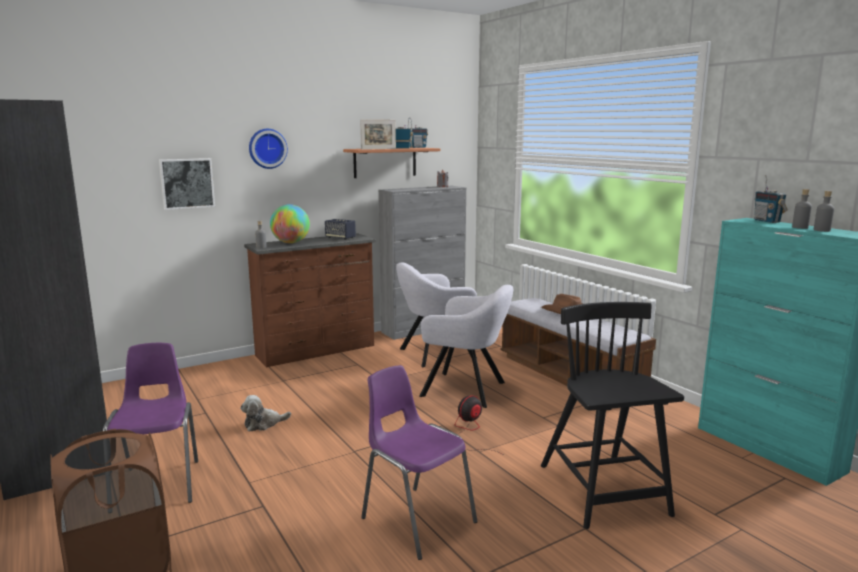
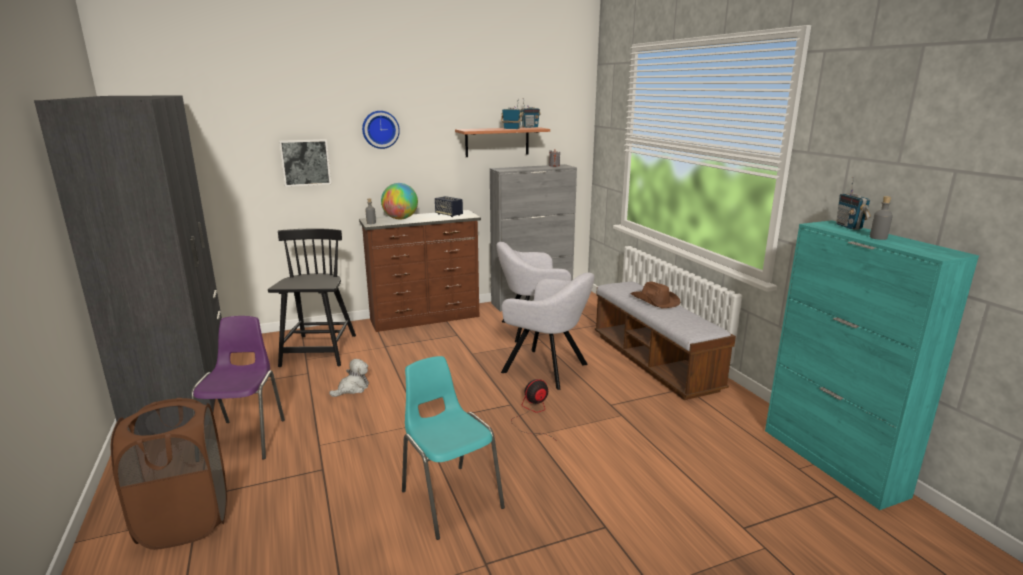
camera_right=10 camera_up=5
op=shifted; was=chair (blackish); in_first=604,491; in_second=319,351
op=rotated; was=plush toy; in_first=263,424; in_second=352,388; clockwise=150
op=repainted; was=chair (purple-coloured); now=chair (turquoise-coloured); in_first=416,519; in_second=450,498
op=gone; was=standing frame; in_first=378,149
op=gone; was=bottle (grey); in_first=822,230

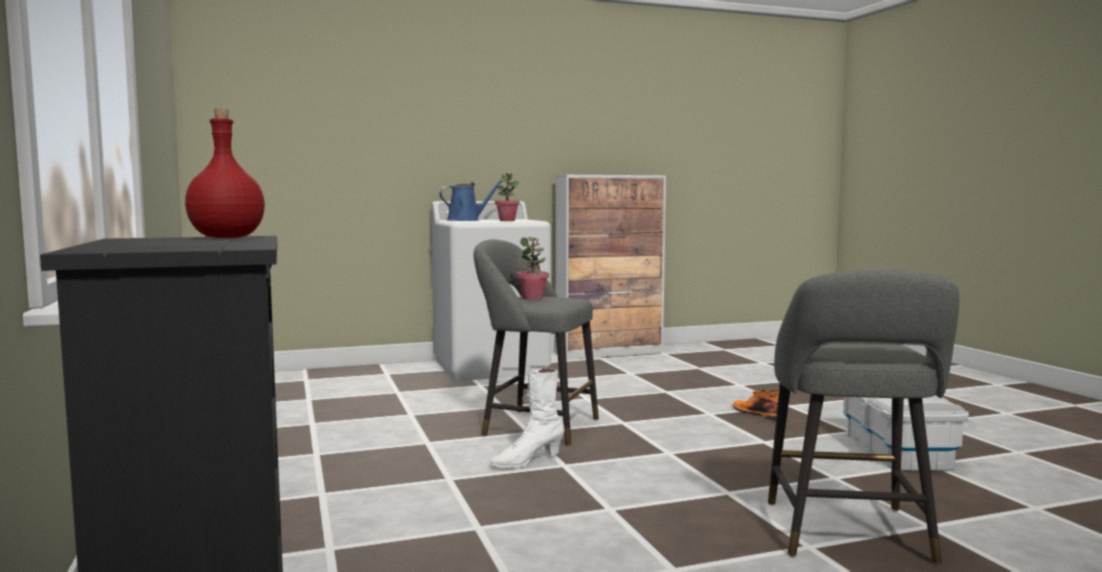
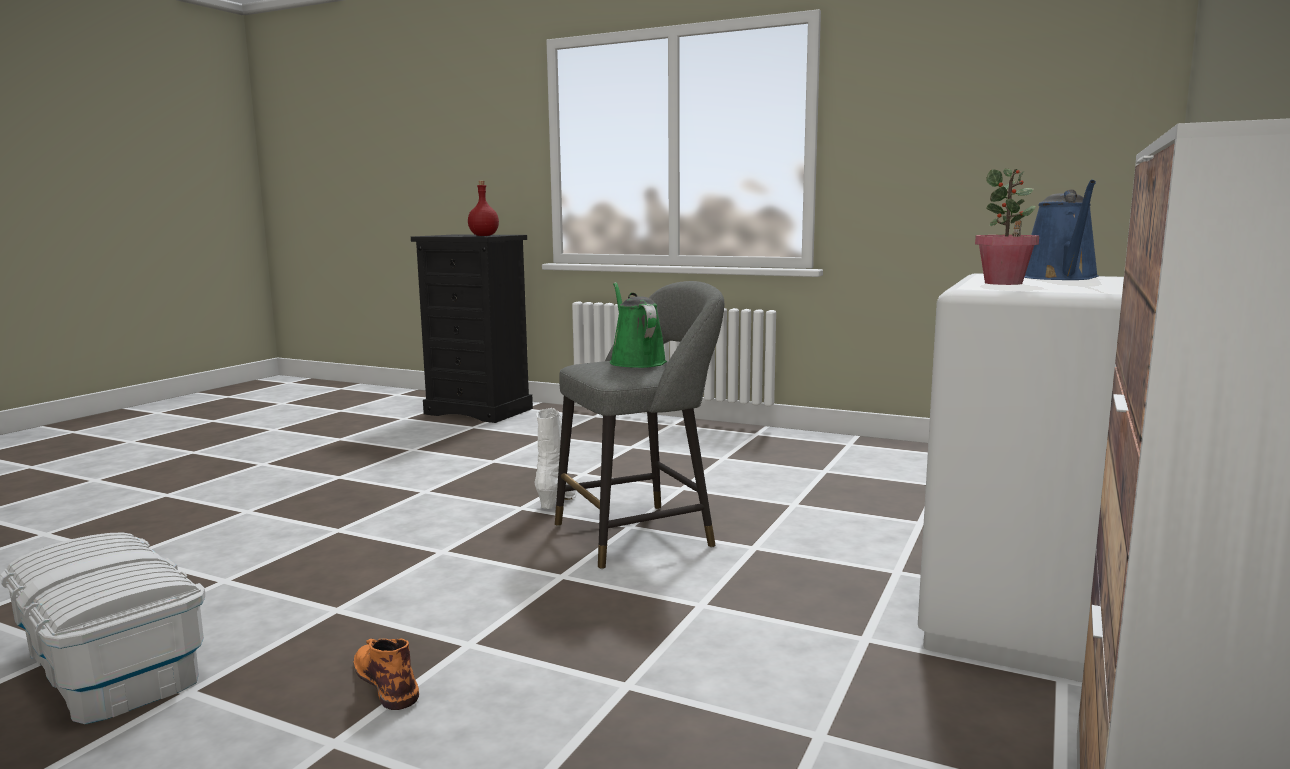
camera_right=135 camera_up=5
op=rotated; was=tall boot (orange); in_first=757,413; in_second=386,680; clockwise=-135
op=swapped; was=houseplant; now=watering pot (greenish); in_first=533,298; in_second=636,362
op=gone; was=stool seat (grey); in_first=849,536

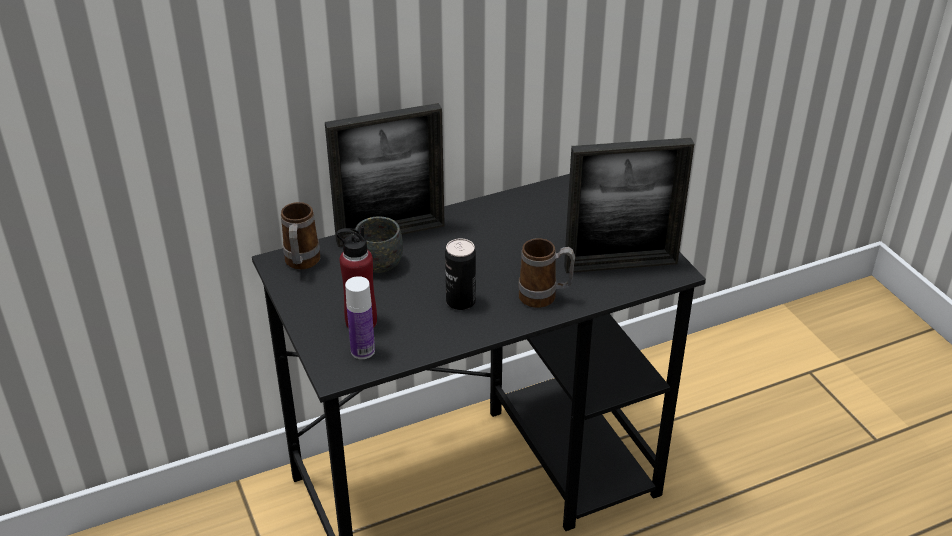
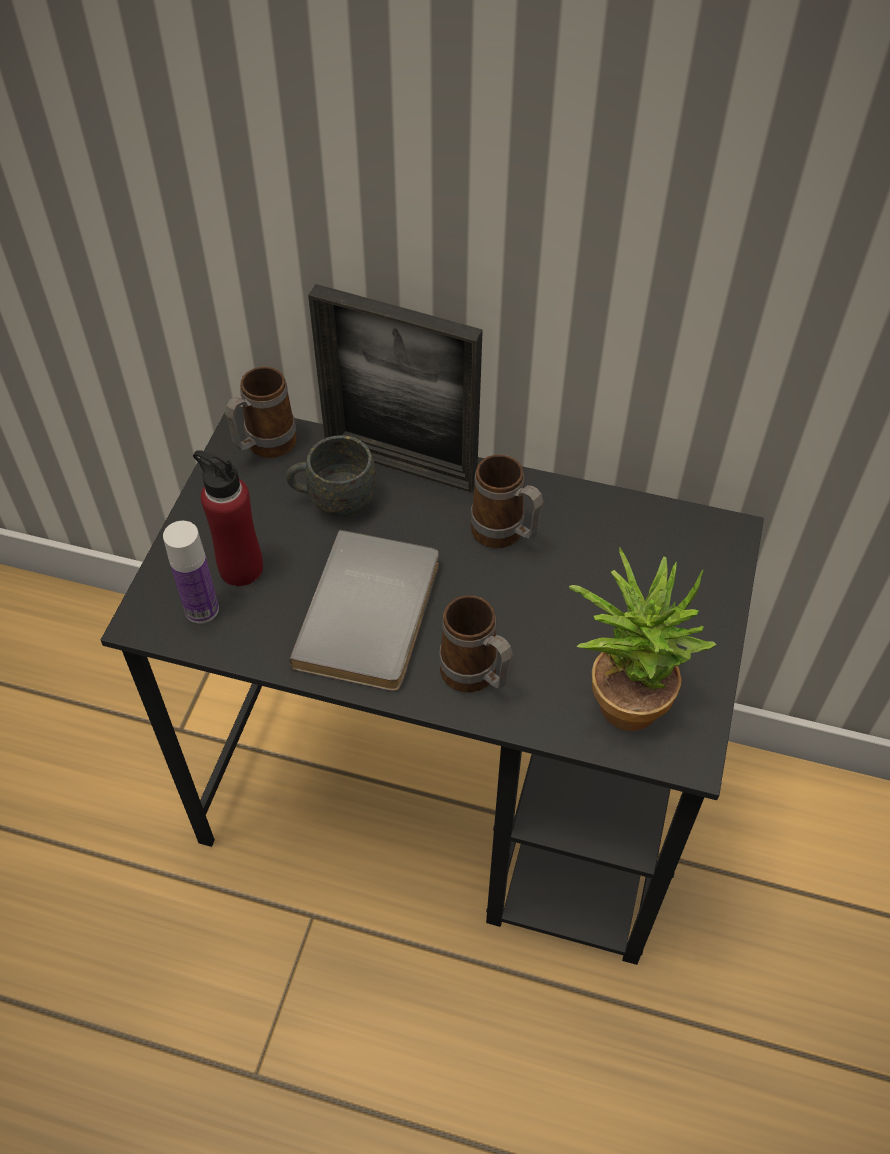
camera_right=40 camera_up=15
op=swapped; was=sealed can; now=book (grey); in_first=460,301; in_second=374,615
op=new; now=mug; in_second=505,535
op=swapped; was=standing frame; now=houseplant; in_first=620,265; in_second=625,694

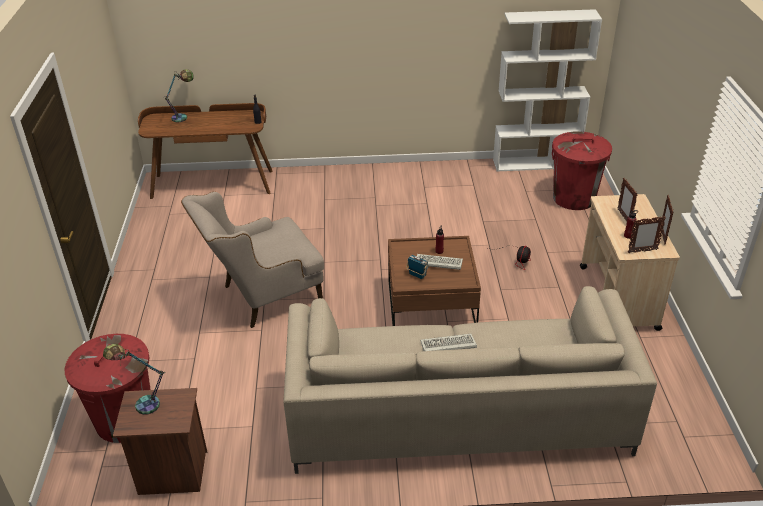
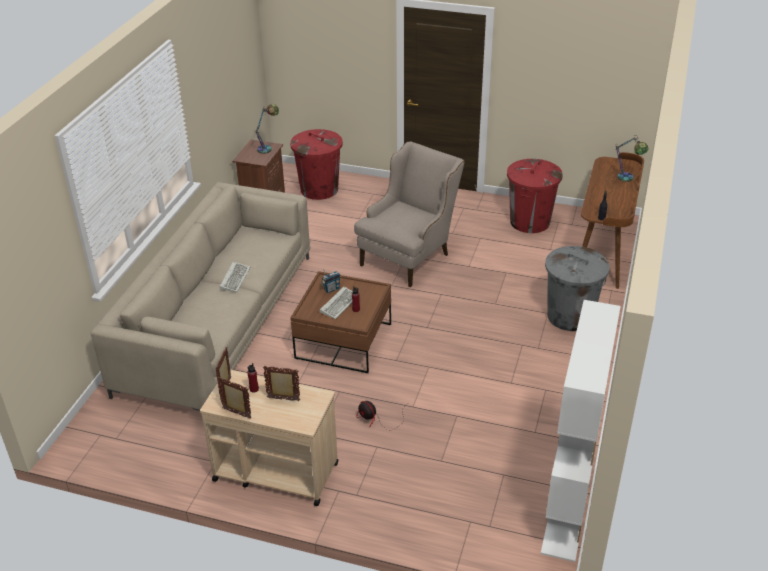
camera_right=110 camera_up=0
op=rotated; was=armchair (beige-coloured); in_first=262,297; in_second=410,255; clockwise=45
op=shifted; was=waste bin (red-coloured); in_first=574,198; in_second=529,222
op=new; now=waste bin (grey); in_second=570,316

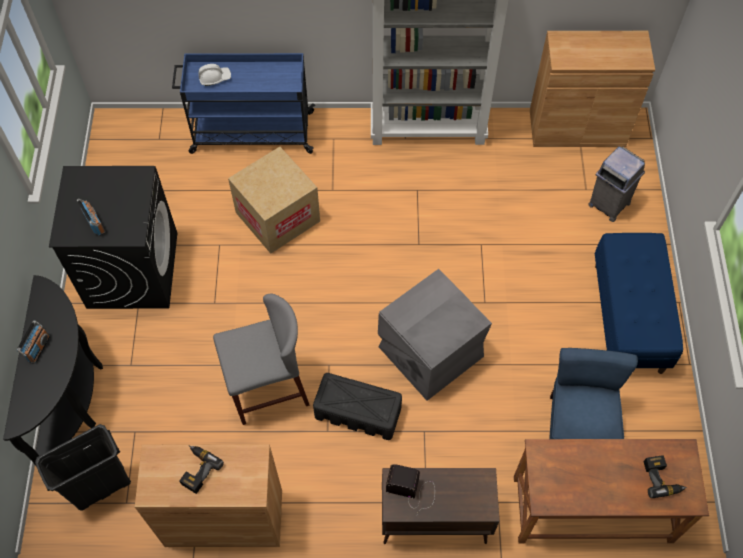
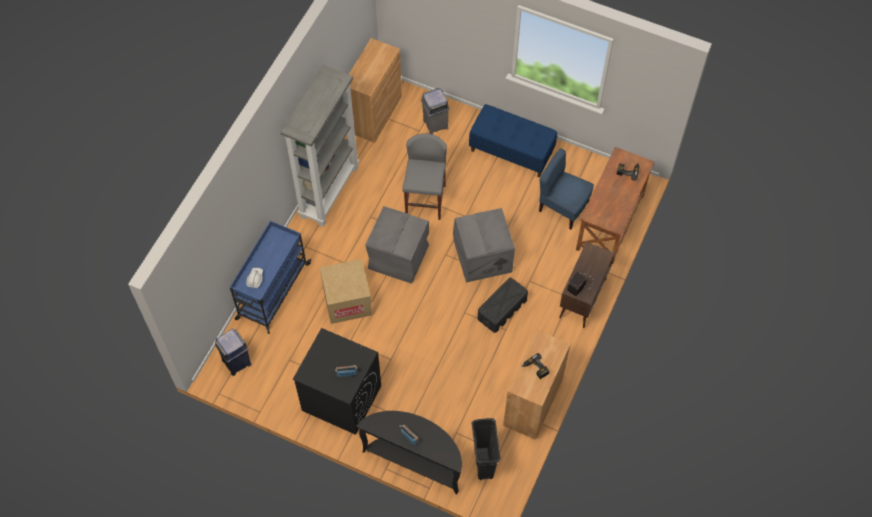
camera_right=-65 camera_up=0
op=new; now=waste bin (bluish); in_second=237,362
op=new; now=storage box (grey); in_second=399,256
op=shifted; was=stool seat (grey); in_first=268,389; in_second=425,200

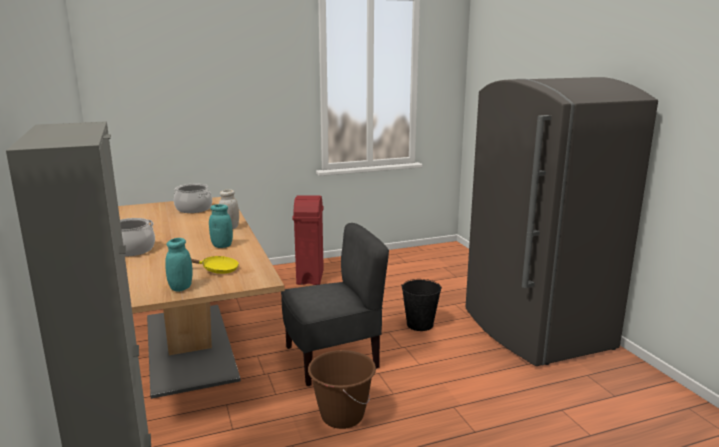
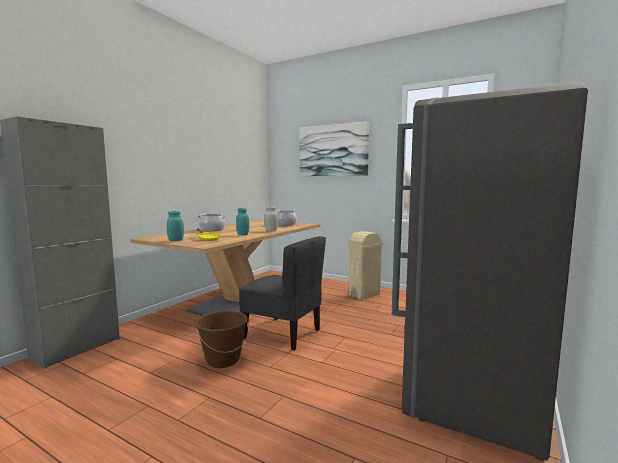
camera_right=50 camera_up=-10
op=new; now=wall picture; in_second=333,150
op=repainted; was=waste bin (red-coloured); now=waste bin (beige-coloured); in_first=310,277; in_second=364,295
op=gone; was=bucket (blackish); in_first=420,324

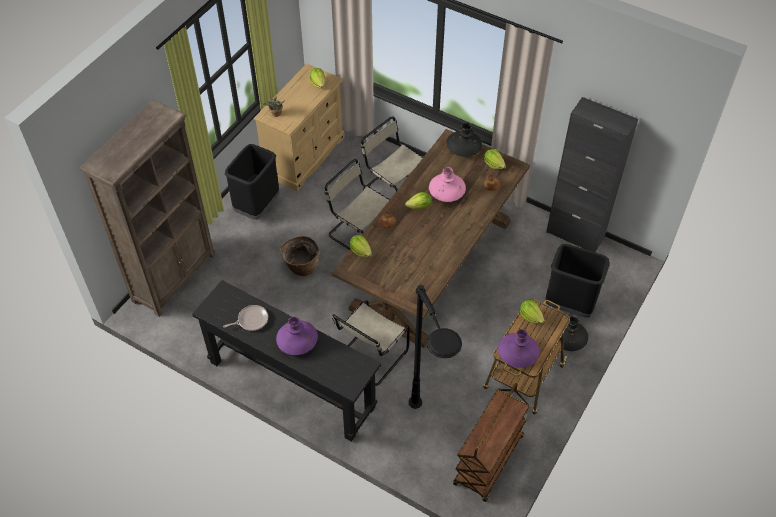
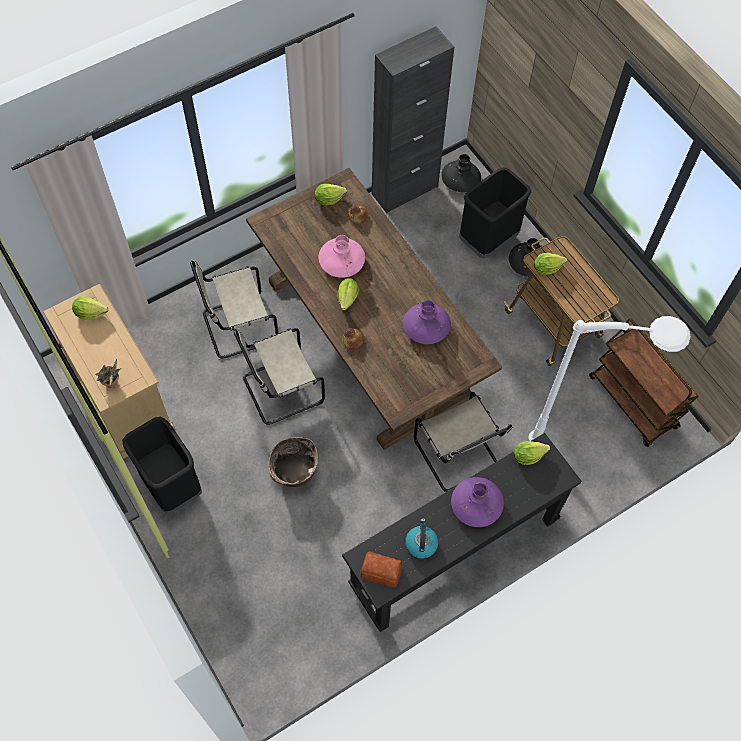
camera_right=-65 camera_up=10
op=new; now=baked bread; in_second=382,572
op=shifted; was=decorative vase (purple-coloured); in_first=517,354; in_second=426,328
op=swapped; was=frying pan; now=water kettle; in_first=251,320; in_second=421,543
op=shifted; was=decorative vase (blackish); in_first=463,148; in_second=460,181
op=shifted; was=head of lettuce; in_first=360,251; in_second=527,456
op=repainted; was=standard lamp (blackish); now=standard lamp (white); in_first=428,440; in_second=586,446
op=gone; was=shelving unit (brown); in_first=174,277

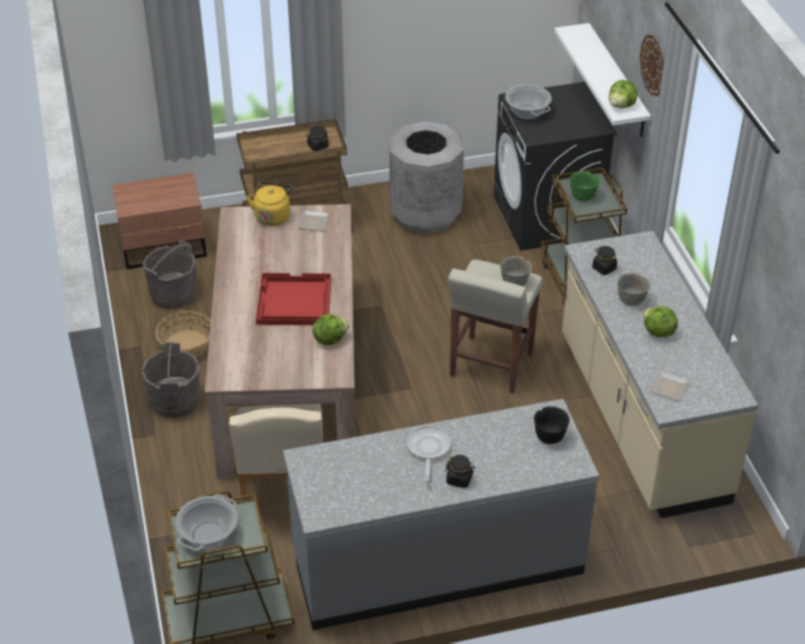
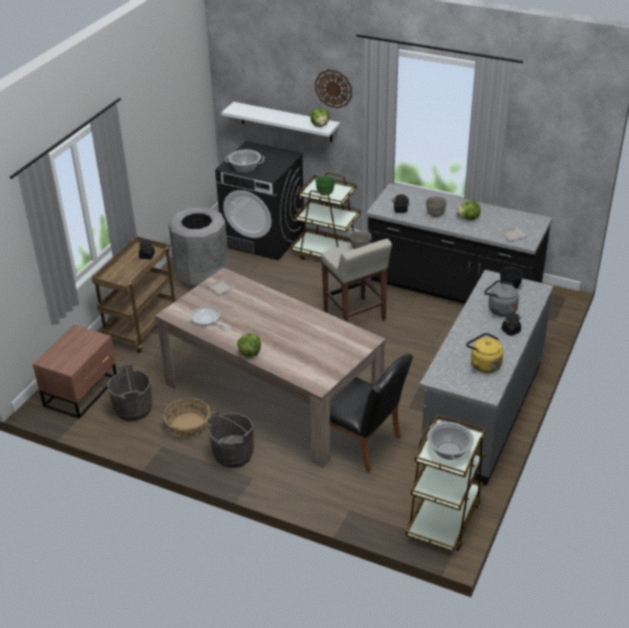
camera_right=-50 camera_up=-5
op=shifted; was=frying pan; in_first=428,449; in_second=207,320
op=shifted; was=head of lettuce; in_first=329,339; in_second=250,353
op=repainted; was=chair (beige-coloured); now=chair (blackish); in_first=283,490; in_second=363,444
op=repainted; was=kitchen counter (beige-coloured); now=kitchen counter (blackish); in_first=640,419; in_second=452,289
op=shifted; was=water kettle (yellowish); in_first=272,216; in_second=483,364
op=new; now=water kettle (grey); in_second=500,309
op=gone; was=tray (red-coloured); in_first=293,301

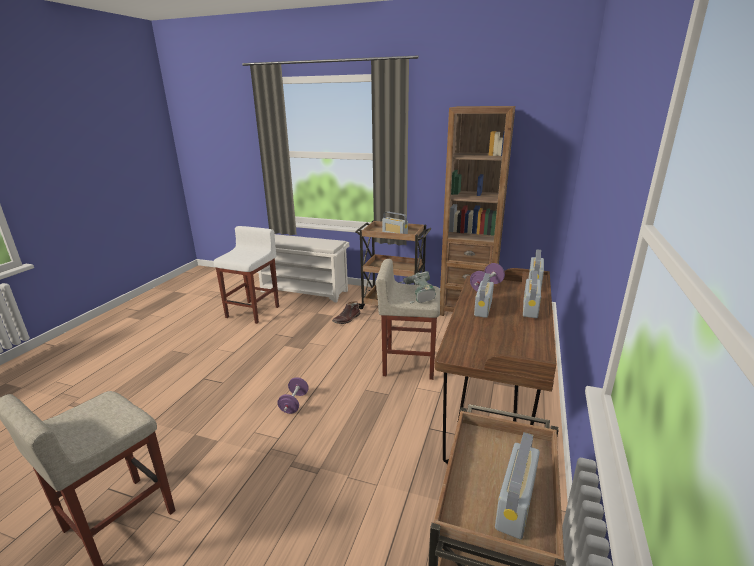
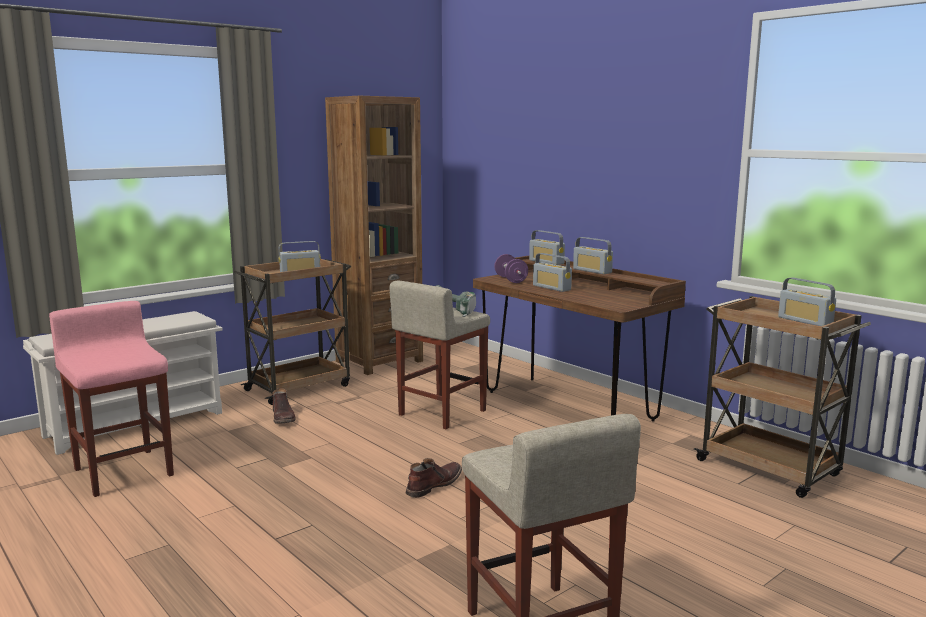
camera_right=-60 camera_up=-10
op=repainted; was=stool seat (white); now=stool seat (pink); in_first=253,311; in_second=123,471
op=swapped; was=free weight (purple-coloured); now=tall boot (brown); in_first=294,403; in_second=433,485

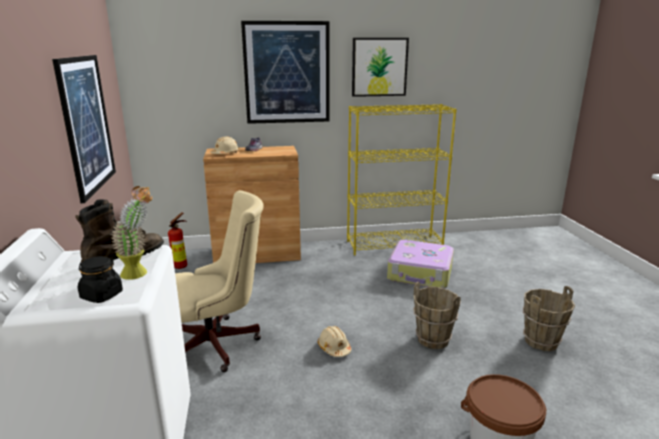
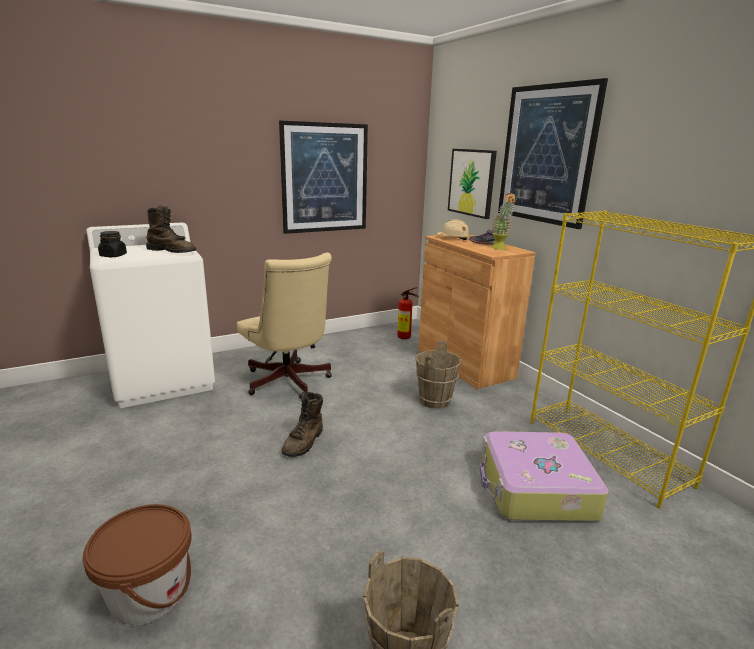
camera_right=70 camera_up=0
op=swapped; was=safety helmet (beige-coloured); now=tall boot (brown); in_first=334,348; in_second=304,442
op=shifted; was=bucket (brown); in_first=433,339; in_second=435,401
op=shifted; was=wall picture; in_first=379,67; in_second=472,182
op=shifted; was=houseplant; in_first=140,274; in_second=500,249

